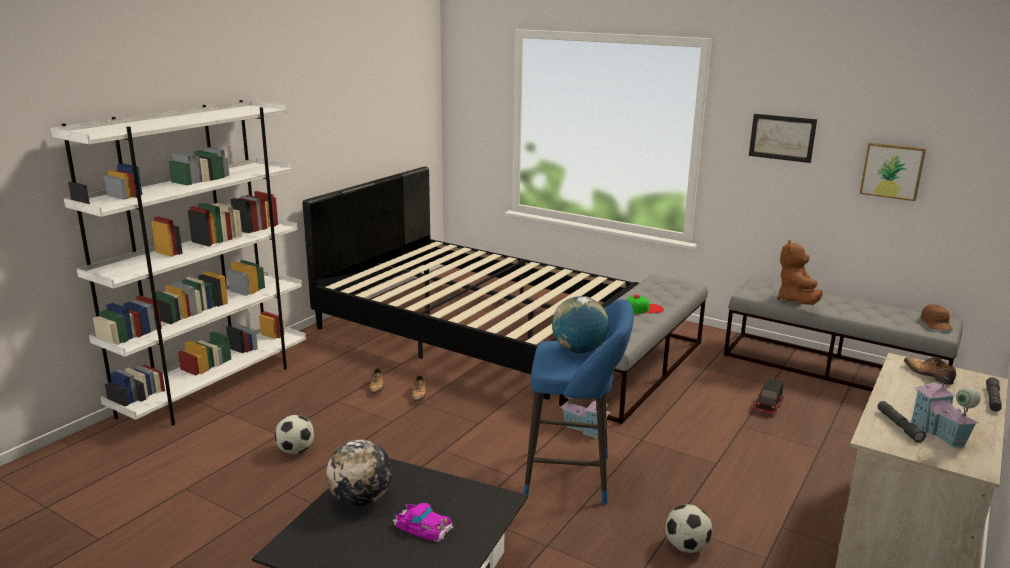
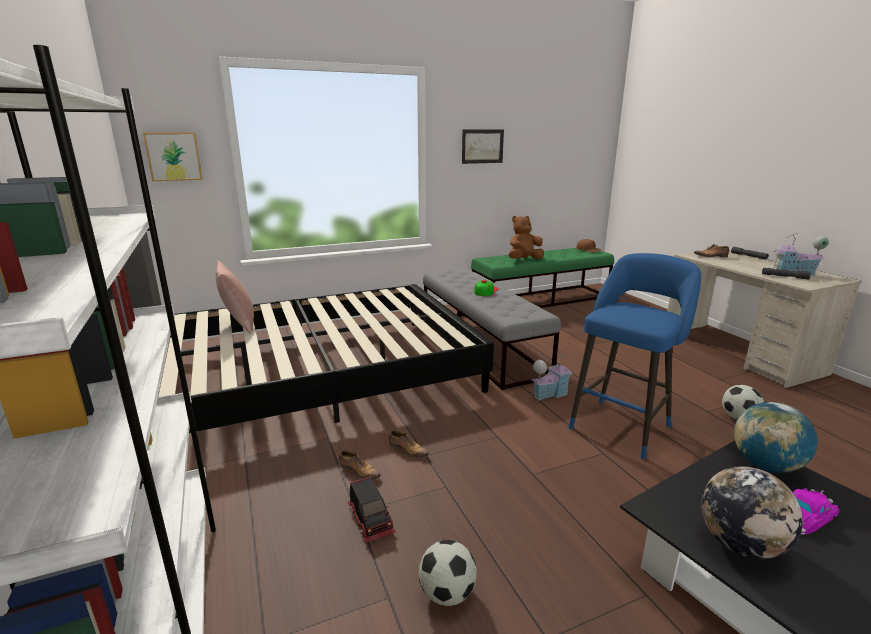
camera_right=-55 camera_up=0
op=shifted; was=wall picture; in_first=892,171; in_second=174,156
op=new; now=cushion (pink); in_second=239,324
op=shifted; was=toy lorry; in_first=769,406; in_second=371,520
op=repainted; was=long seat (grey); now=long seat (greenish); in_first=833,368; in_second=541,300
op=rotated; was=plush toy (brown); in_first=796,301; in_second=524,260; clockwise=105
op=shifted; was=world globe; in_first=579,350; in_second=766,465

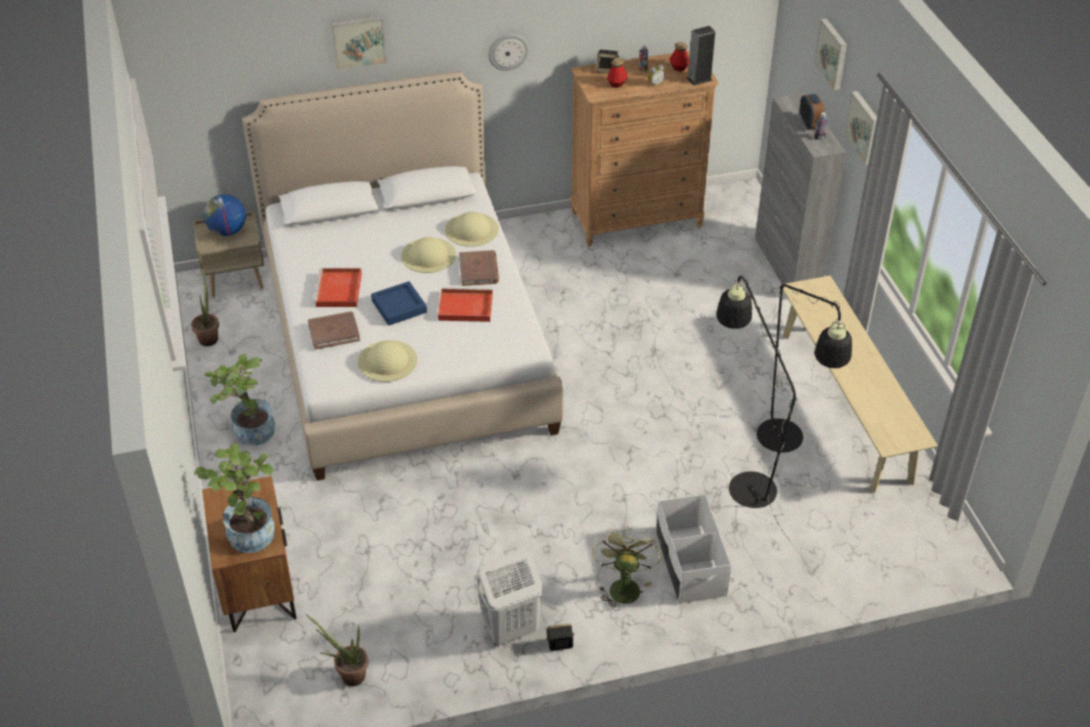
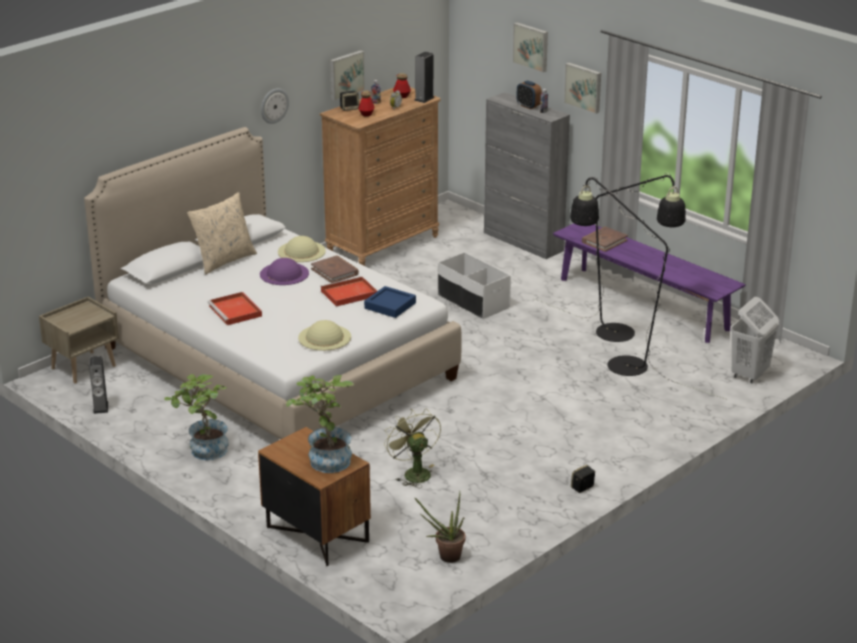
camera_right=-30 camera_up=-15
op=swapped; was=houseplant; now=loudspeaker; in_first=209,337; in_second=100,407
op=new; now=cushion (beige-coloured); in_second=224,260
op=repainted; was=clothing hat (beige-coloured); now=clothing hat (purple-coloured); in_first=428,255; in_second=284,273
op=shifted; was=wall picture; in_first=358,41; in_second=345,74
op=shifted; was=tray (bluish); in_first=399,307; in_second=390,306
op=shifted; was=fan (greenish); in_first=623,585; in_second=413,473
op=shifted; was=storage box (white); in_first=689,564; in_second=473,301
op=repainted; was=long seat (beige-coloured); now=long seat (purple-coloured); in_first=845,406; in_second=643,304
op=shifted; was=book (brown); in_first=334,332; in_second=604,241
op=shifted; was=hamper (white); in_first=509,630; in_second=749,374
op=gone; was=world globe; in_first=227,231

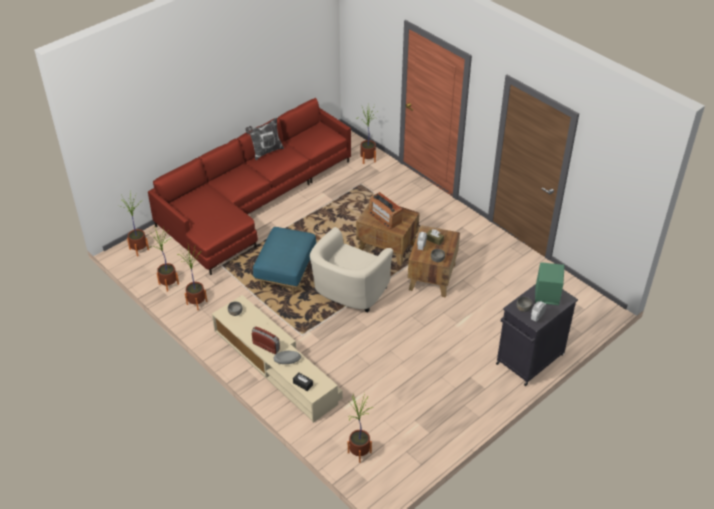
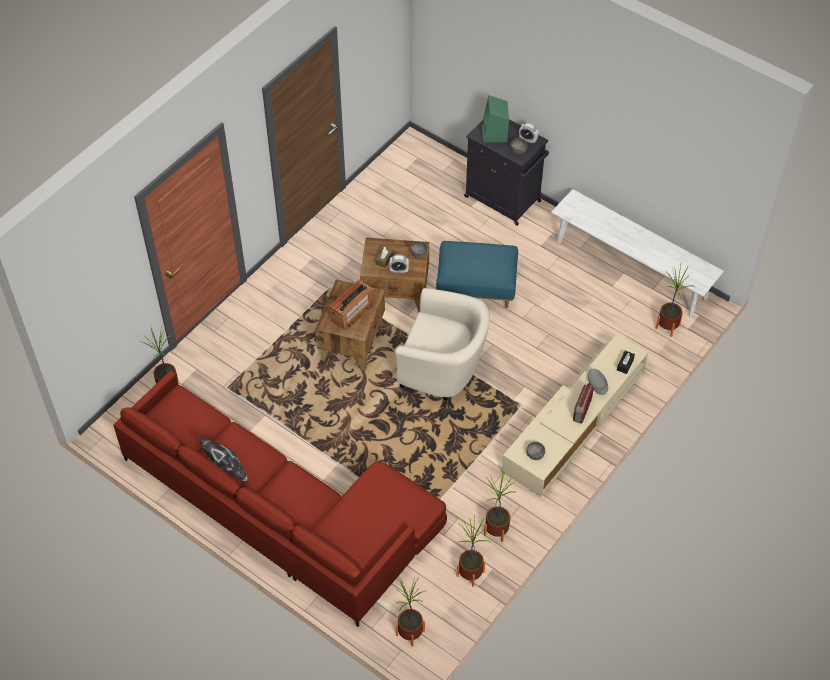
camera_right=-100 camera_up=10
op=shifted; was=footrest (bluish); in_first=286,274; in_second=476,288
op=new; now=long seat (white); in_second=630,269

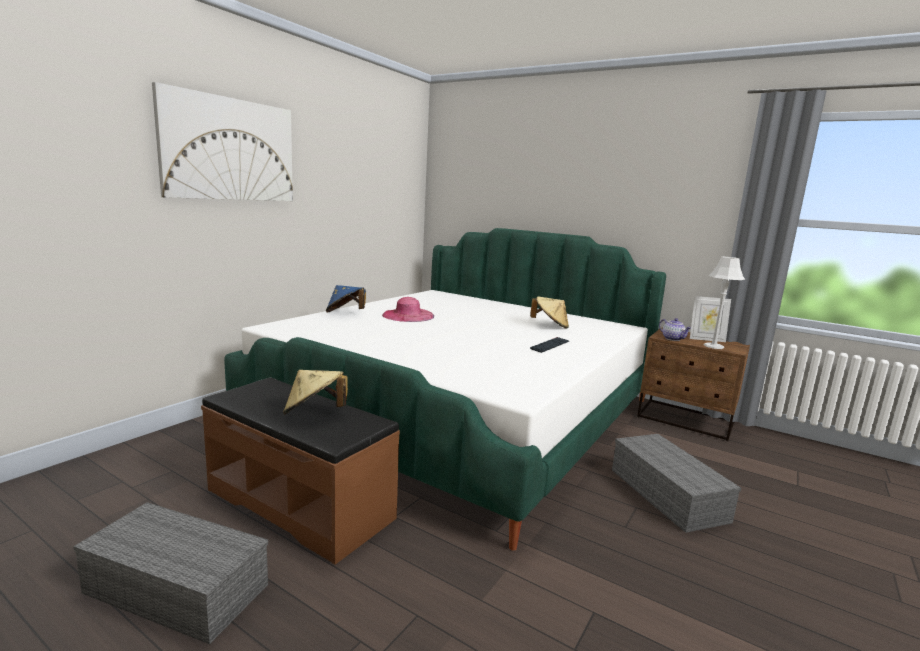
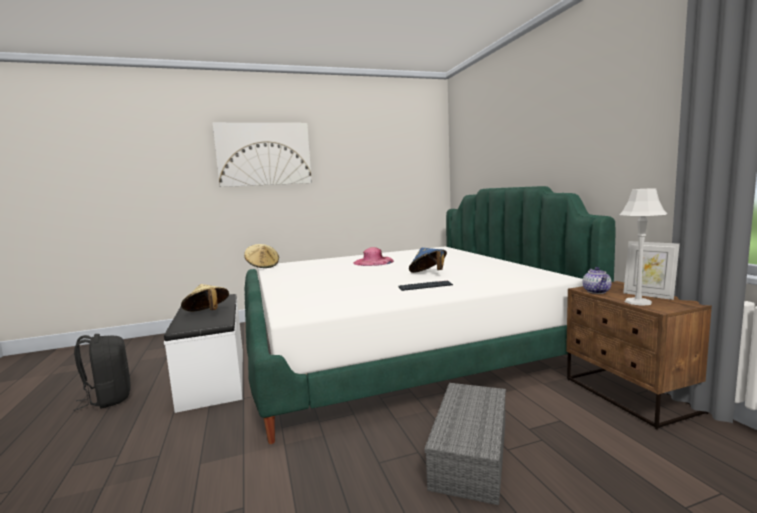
camera_right=40 camera_up=-5
op=swapped; was=storage box (grey); now=backpack (blackish); in_first=173,589; in_second=108,399
op=repainted; was=long seat (brown); now=long seat (white); in_first=300,503; in_second=215,376
op=shifted; was=clothing hat (beige-coloured); in_first=550,326; in_second=262,266
op=shifted; was=clothing hat (bluish); in_first=345,313; in_second=428,274

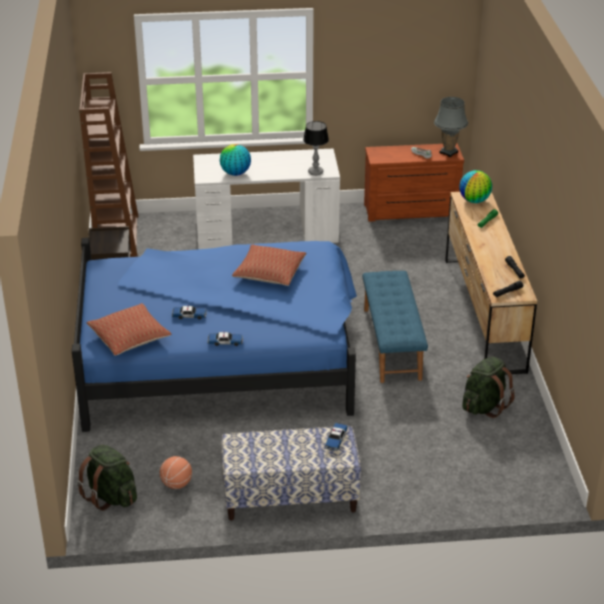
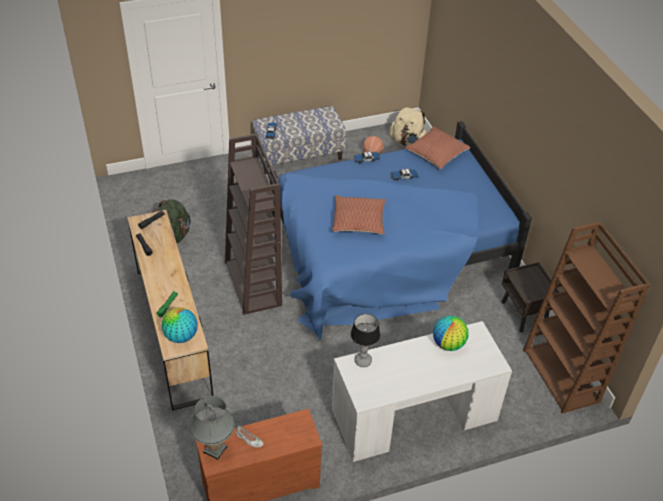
camera_right=165 camera_up=10
op=swapped; was=long seat (bluish); now=shelving unit (brown); in_first=391,343; in_second=253,284
op=repainted; was=backpack (greenish); now=backpack (beige-coloured); in_first=111,496; in_second=408,142

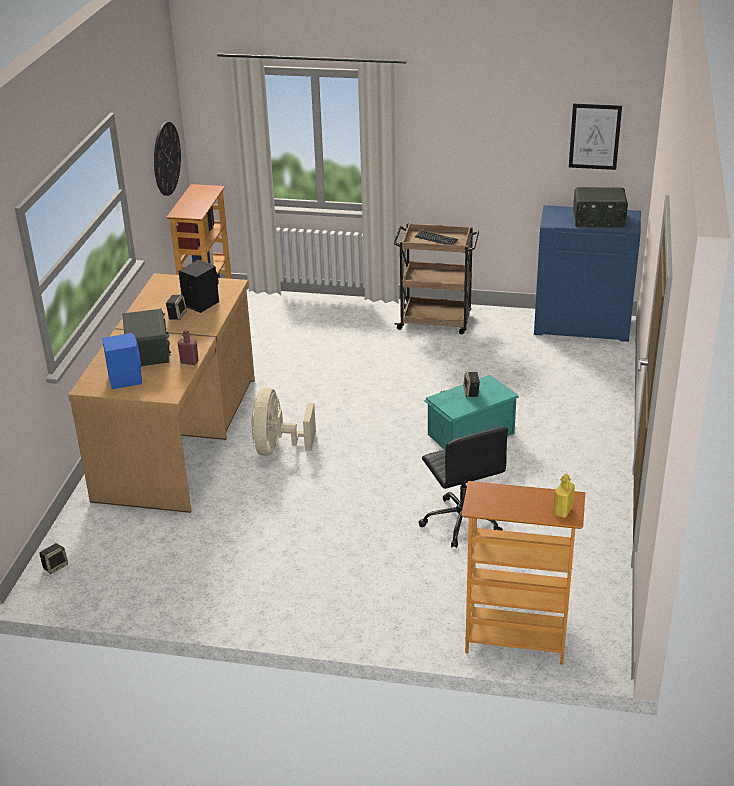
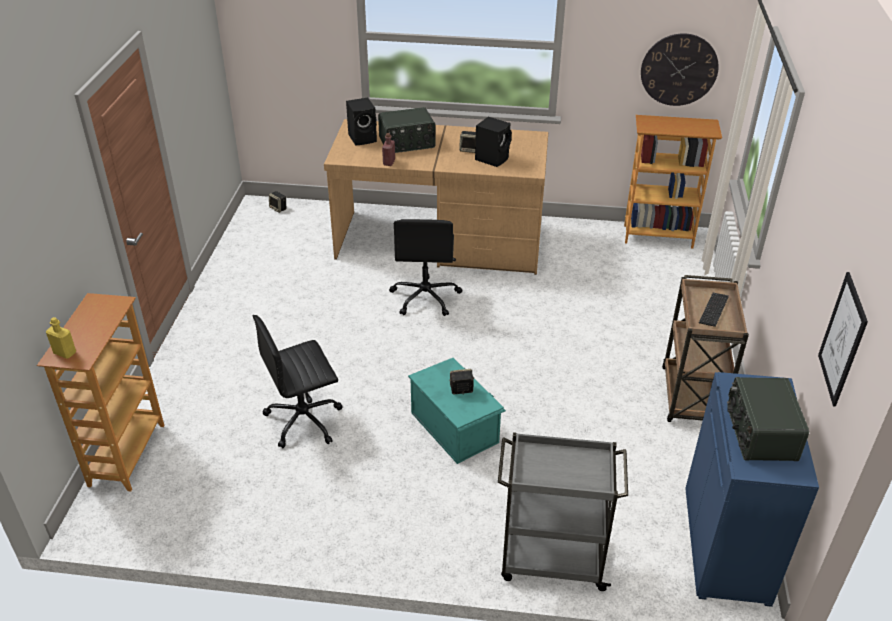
camera_right=85 camera_up=5
op=repainted; was=loudspeaker (bluish); now=loudspeaker (blackish); in_first=125,379; in_second=363,138
op=swapped; was=fan (beige-coloured); now=computer chair (blackish); in_first=278,448; in_second=425,297
op=new; now=cart (grey); in_second=551,559

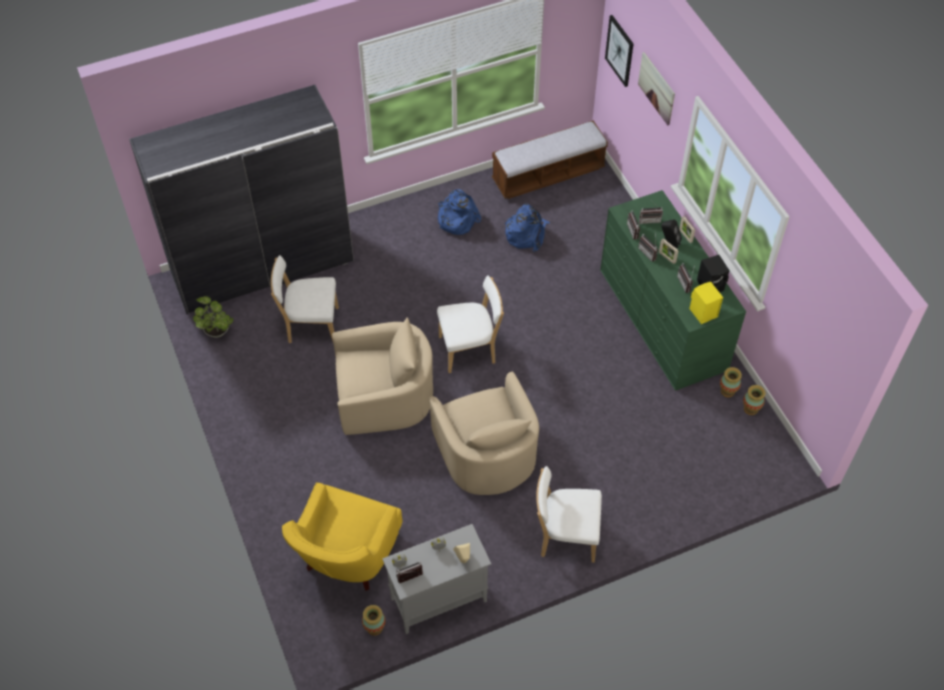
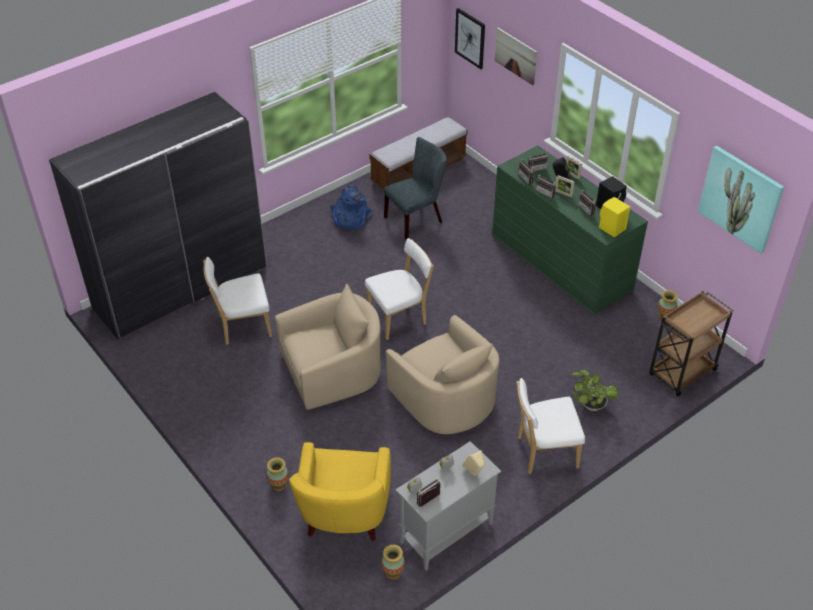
camera_right=-15 camera_up=-10
op=shifted; was=decorative vase; in_first=727,391; in_second=279,484
op=swapped; was=backpack (bluish); now=chair (grey); in_first=526,234; in_second=416,219
op=shifted; was=houseplant; in_first=216,330; in_second=590,405
op=new; now=cart (brown); in_second=681,373
op=new; now=wall picture; in_second=741,198

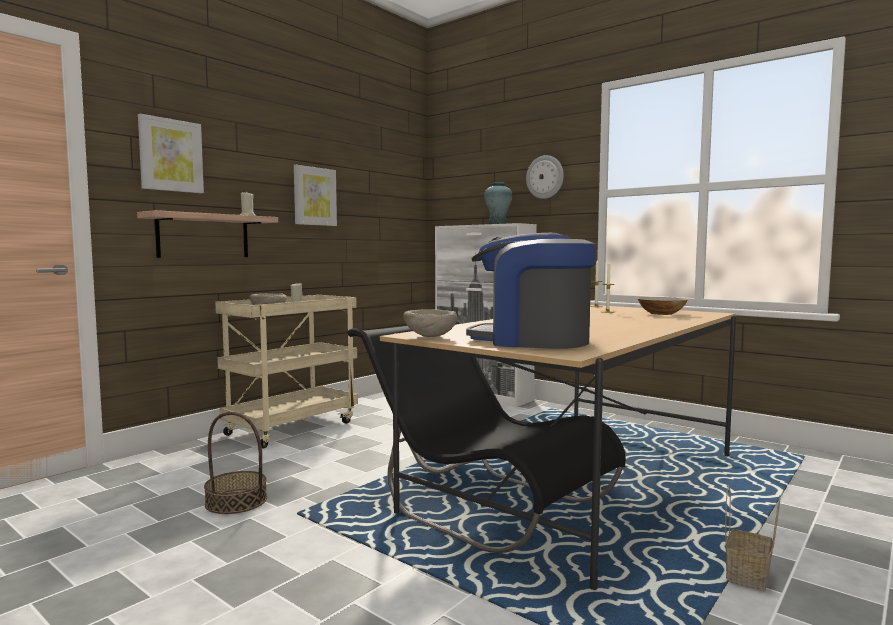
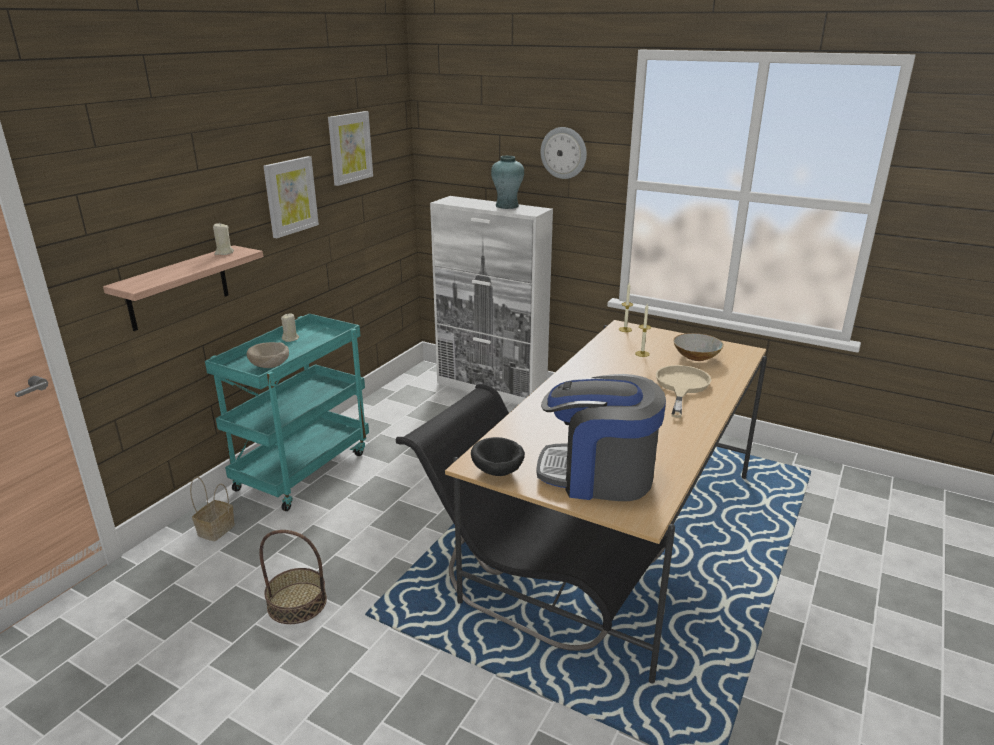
camera_right=-10 camera_up=20
op=shifted; was=basket; in_first=748,577; in_second=216,531
op=repainted; was=cart (beige-coloured); now=cart (turquoise-coloured); in_first=292,427; in_second=303,469
op=shifted; was=wall picture; in_first=171,155; in_second=349,147
op=repainted; was=deep dish (beige-coloured); now=deep dish (blackish); in_first=429,337; in_second=497,472
op=new; now=frying pan (beige-coloured); in_second=681,387

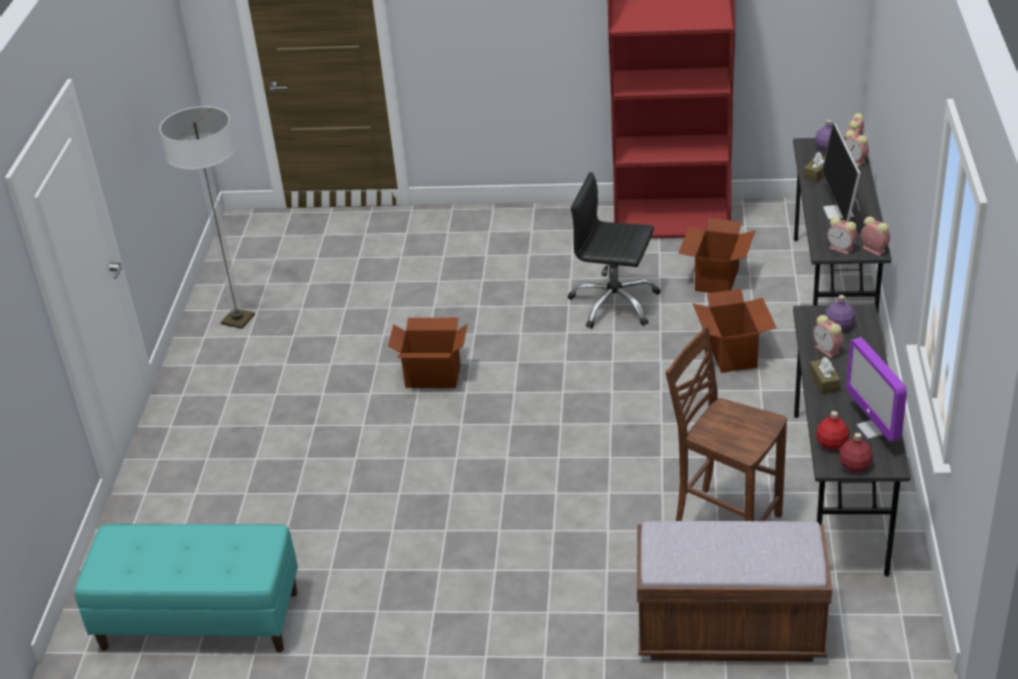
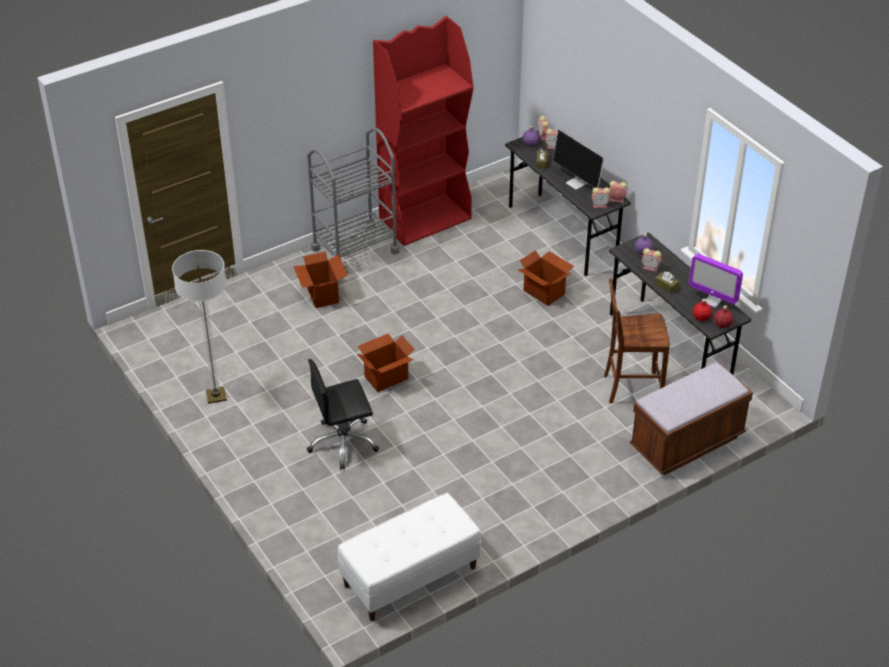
camera_right=-40 camera_up=5
op=shifted; was=carton; in_first=716,279; in_second=322,295
op=new; now=cart (grey); in_second=355,250
op=shifted; was=computer chair (blackish); in_first=614,304; in_second=343,443
op=repainted; was=long seat (turquoise-coloured); now=long seat (white); in_first=199,621; in_second=410,577

